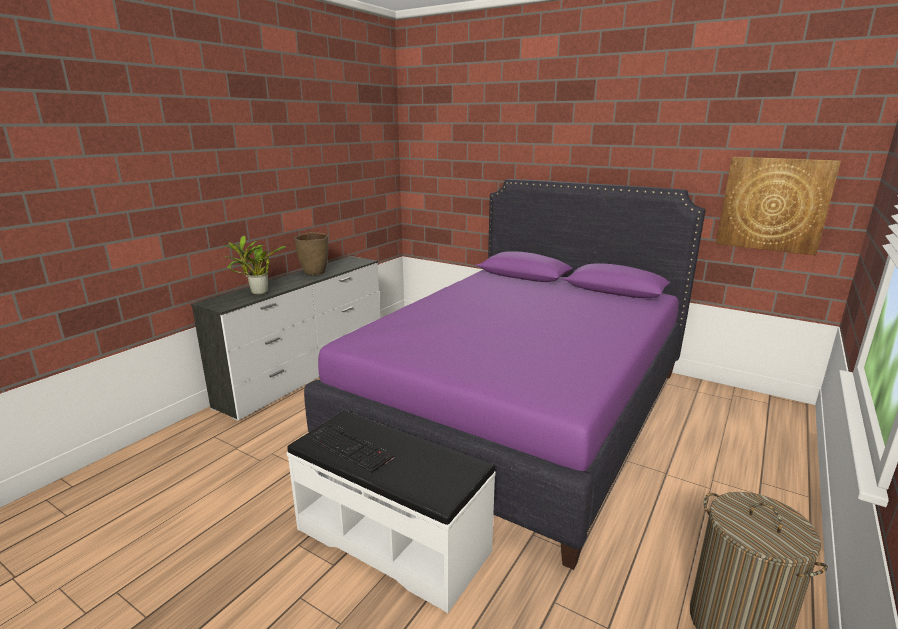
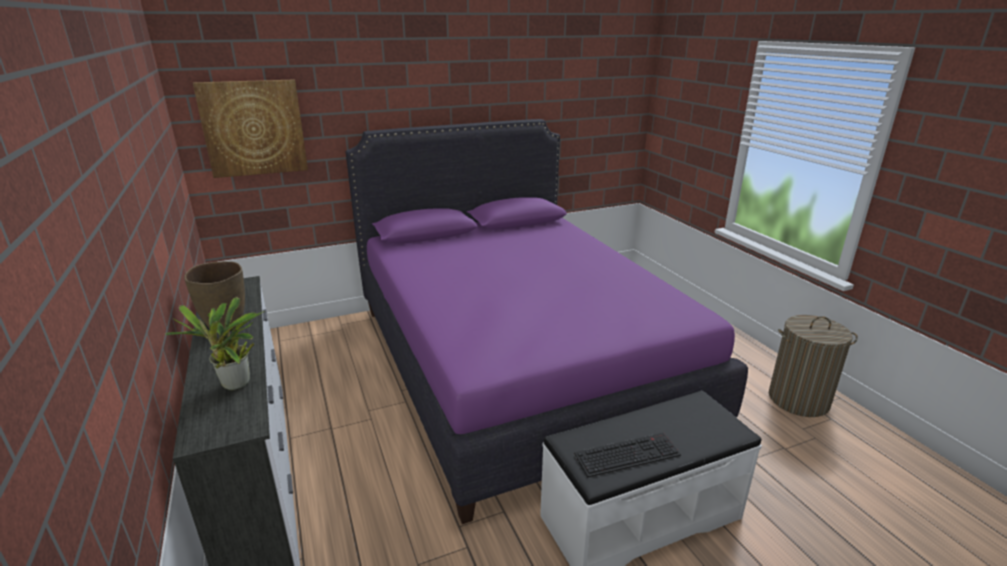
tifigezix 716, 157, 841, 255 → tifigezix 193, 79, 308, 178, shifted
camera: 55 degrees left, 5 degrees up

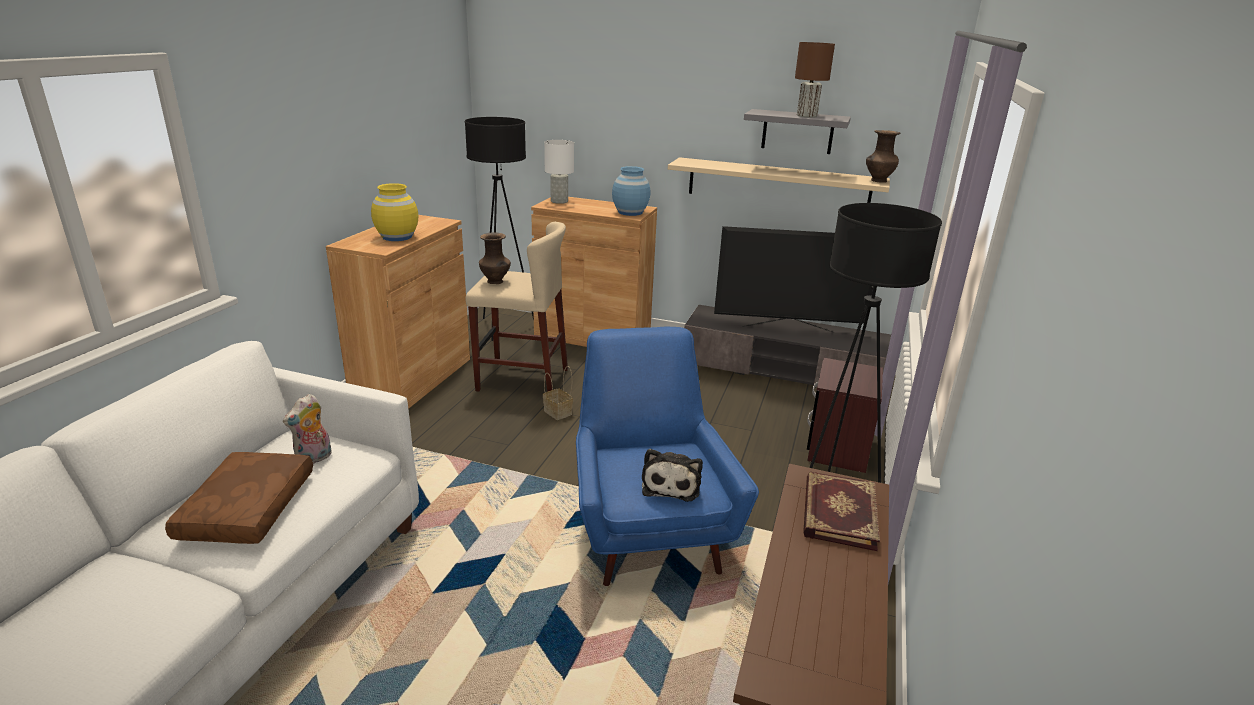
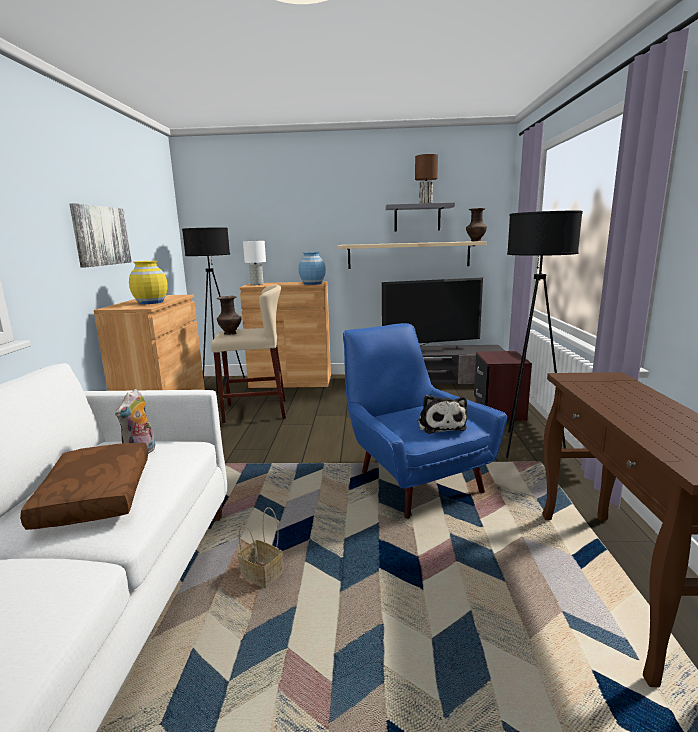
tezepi 543, 366, 573, 420 → tezepi 238, 507, 283, 588, shifted
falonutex 803, 472, 880, 551 → -
- → tifigezix 69, 203, 132, 268
camera: 15 degrees left, 10 degrees down

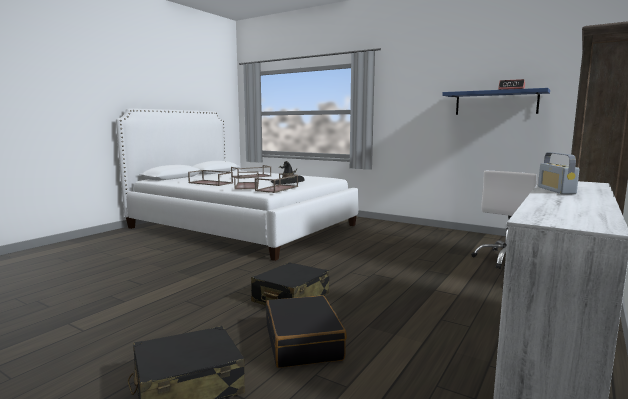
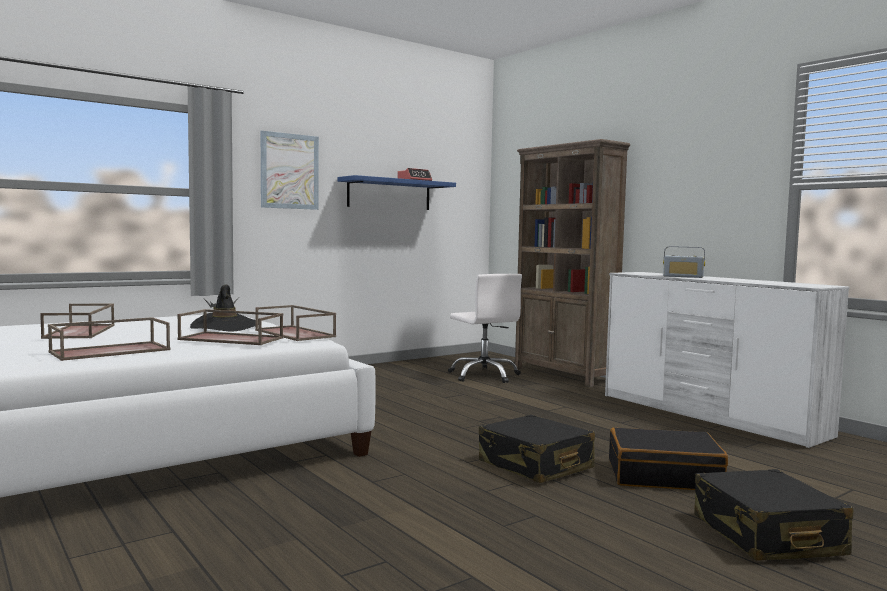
- → tifigezix 261, 131, 319, 210
camera: 70 degrees left, 5 degrees down

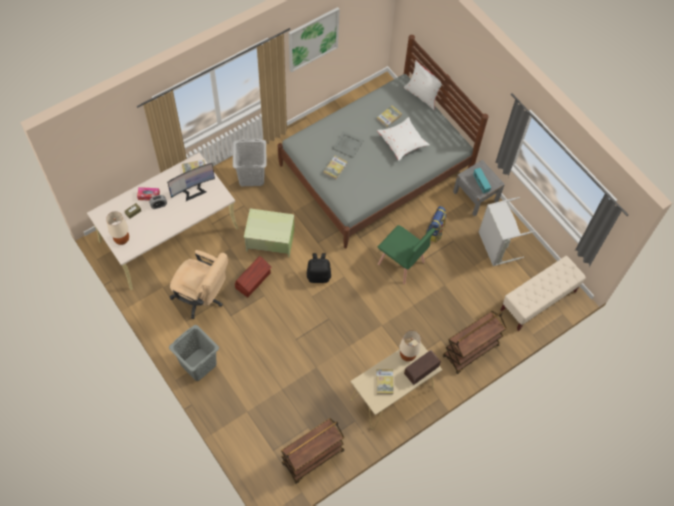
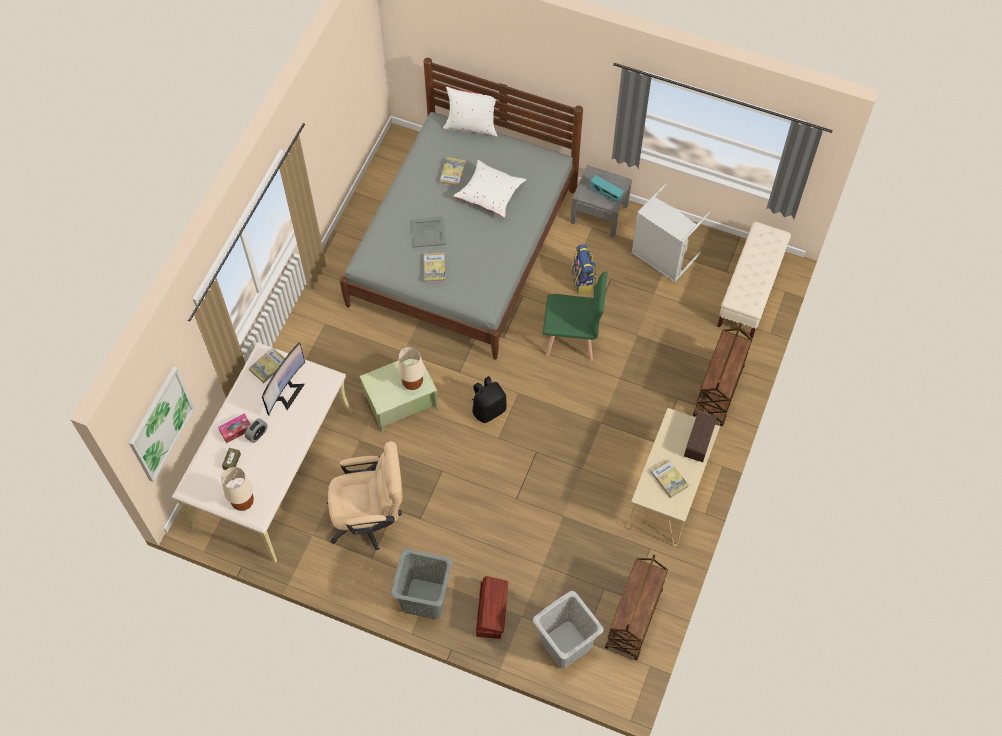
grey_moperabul 233, 139, 267, 186 → grey_moperabul 533, 591, 604, 668, shifted
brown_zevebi 235, 256, 272, 297 → brown_zevebi 476, 576, 508, 639, shifted
tifigezix 289, 7, 340, 73 → tifigezix 129, 366, 195, 482, shifted
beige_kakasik 400, 330, 421, 362 → beige_kakasik 398, 346, 425, 390, shifted
camera: 30 degrees left, 0 degrees up

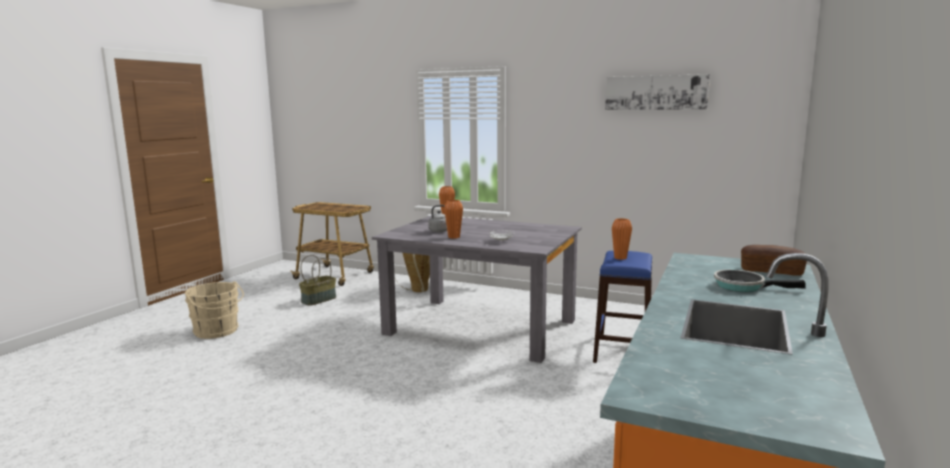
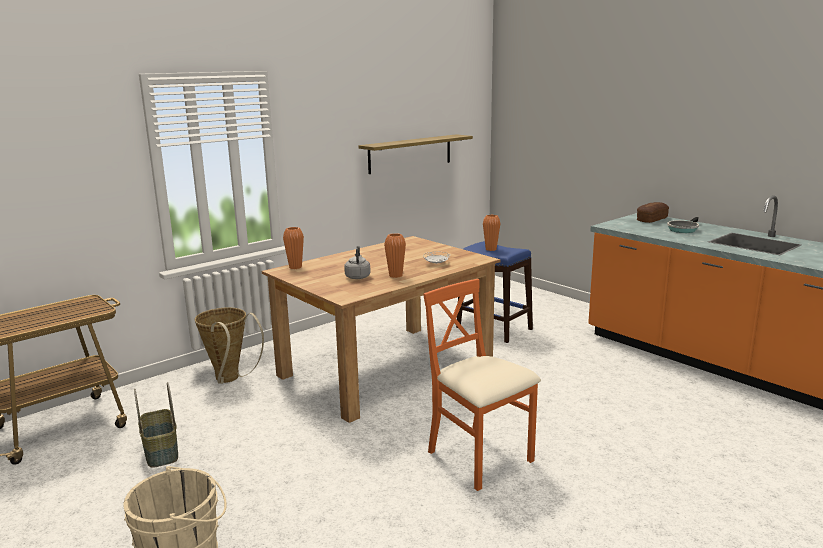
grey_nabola 372, 215, 582, 363 → brown_nabola 262, 236, 501, 423
tifigezix 605, 74, 710, 110 → -
- → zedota 359, 134, 473, 174
- → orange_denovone 423, 279, 541, 491
camera: 65 degrees left, 5 degrees up

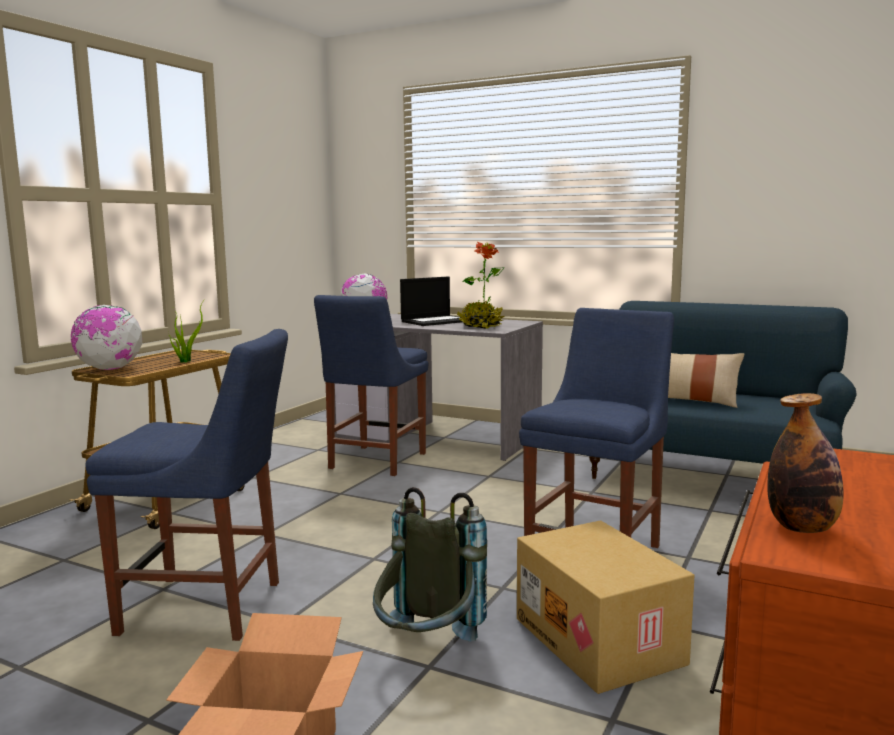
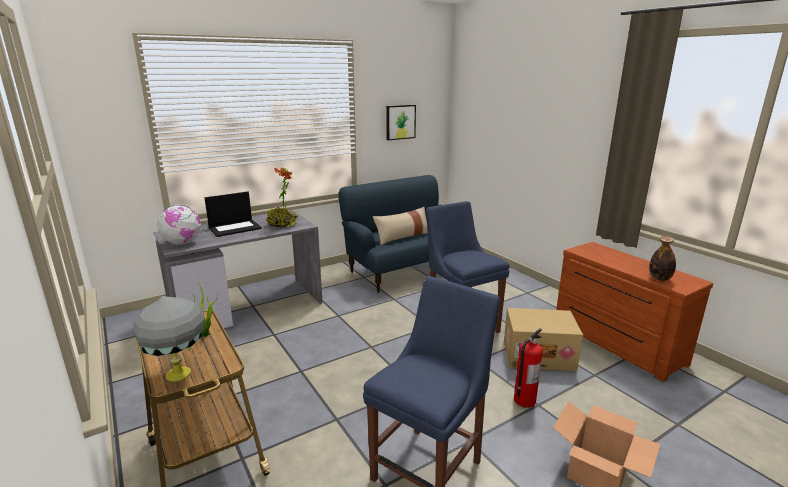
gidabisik 70, 305, 142, 370 → grey_kakasik 133, 296, 204, 382
blue_denovone 314, 295, 428, 476 → -
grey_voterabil 373, 487, 487, 642 → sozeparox 514, 328, 543, 408
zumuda 400, 277, 462, 326 → zumuda 205, 191, 262, 237, 60 degrees clockwise
- → tifigezix 386, 105, 416, 140
camera: 60 degrees left, 10 degrees up

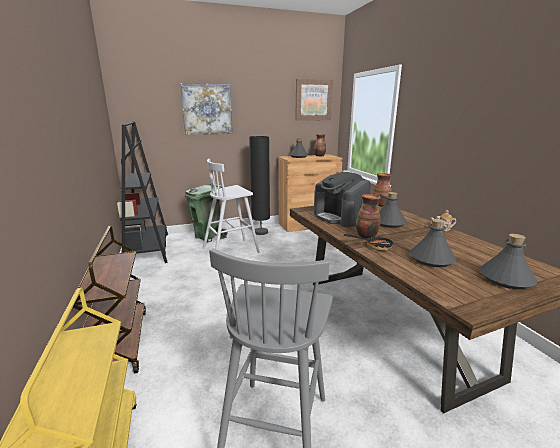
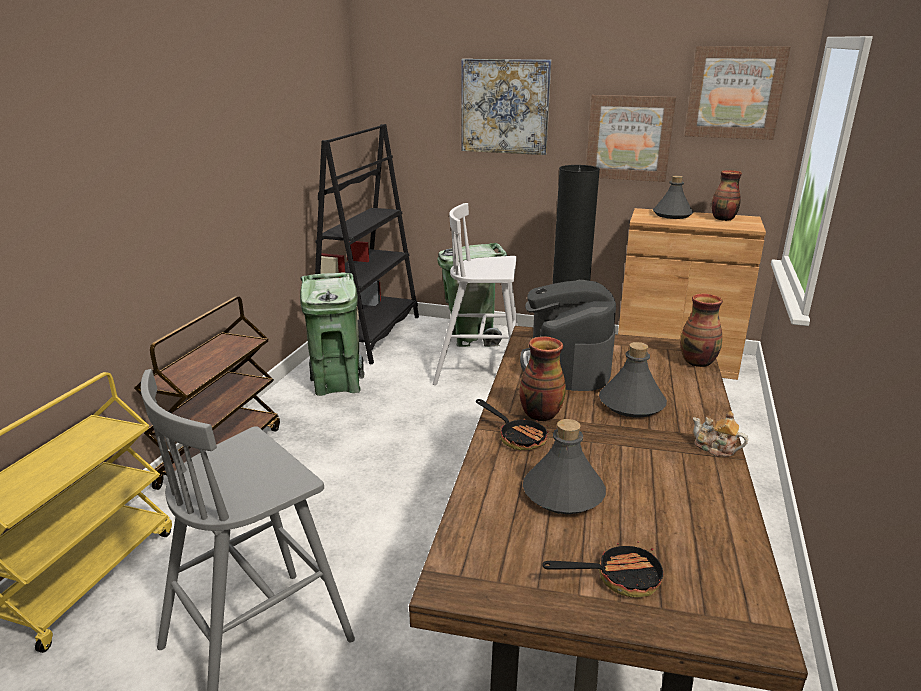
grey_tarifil 479, 234, 537, 289 → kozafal 542, 541, 663, 597
- → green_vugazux 300, 272, 365, 396
- → tifigezix 586, 95, 676, 182
camera: 35 degrees right, 5 degrees up

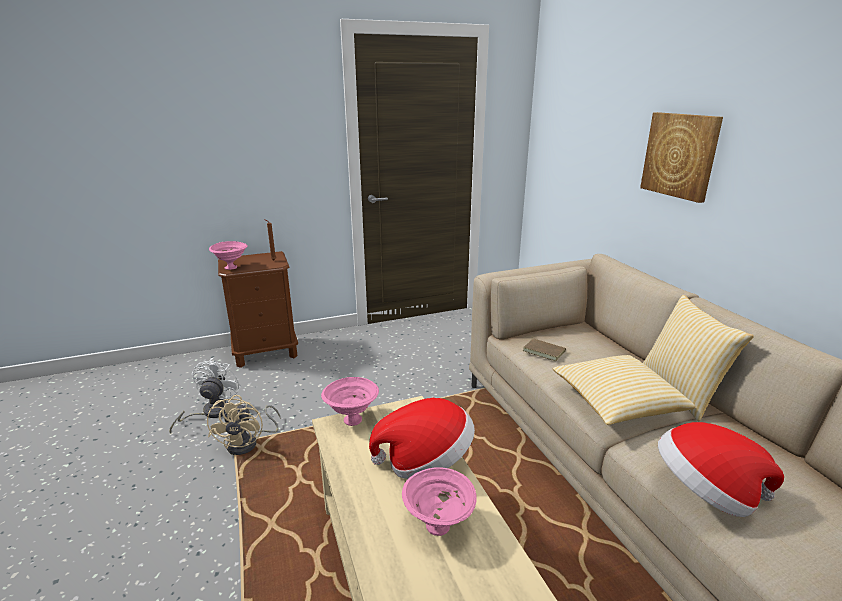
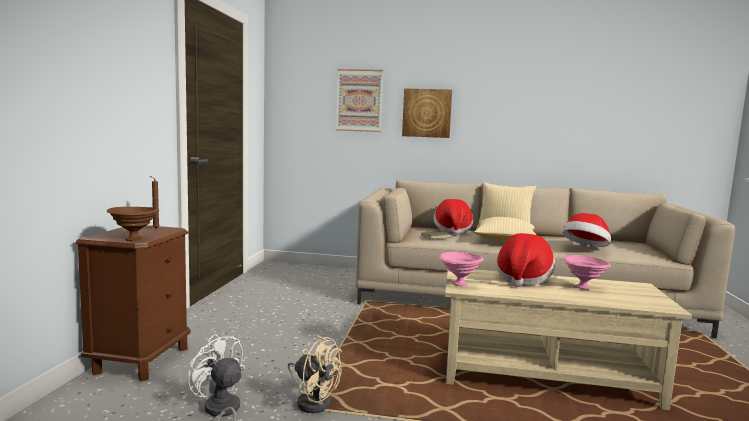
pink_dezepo 209, 241, 248, 270 → brown_dezepo 107, 207, 159, 241
- → tifigezix 336, 69, 383, 132
- → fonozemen 434, 199, 473, 235
camera: 60 degrees left, 15 degrees down

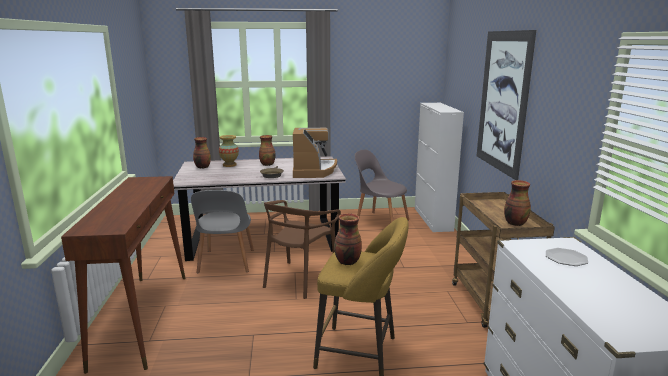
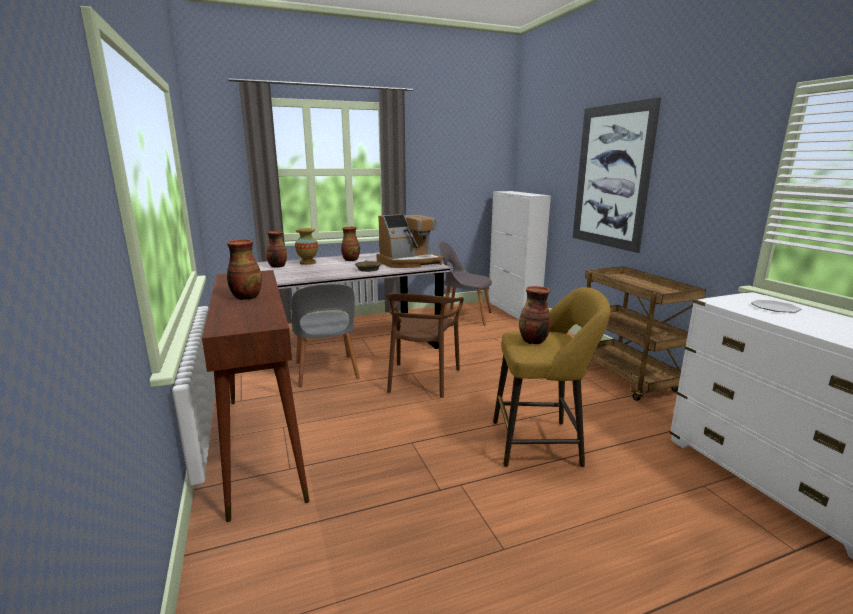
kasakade 293, 128, 337, 178 → kasakade 377, 214, 443, 268, 75 degrees clockwise
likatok 504, 180, 531, 226 → likatok 227, 239, 262, 300, shifted
camera: 15 degrees left, 0 degrees up

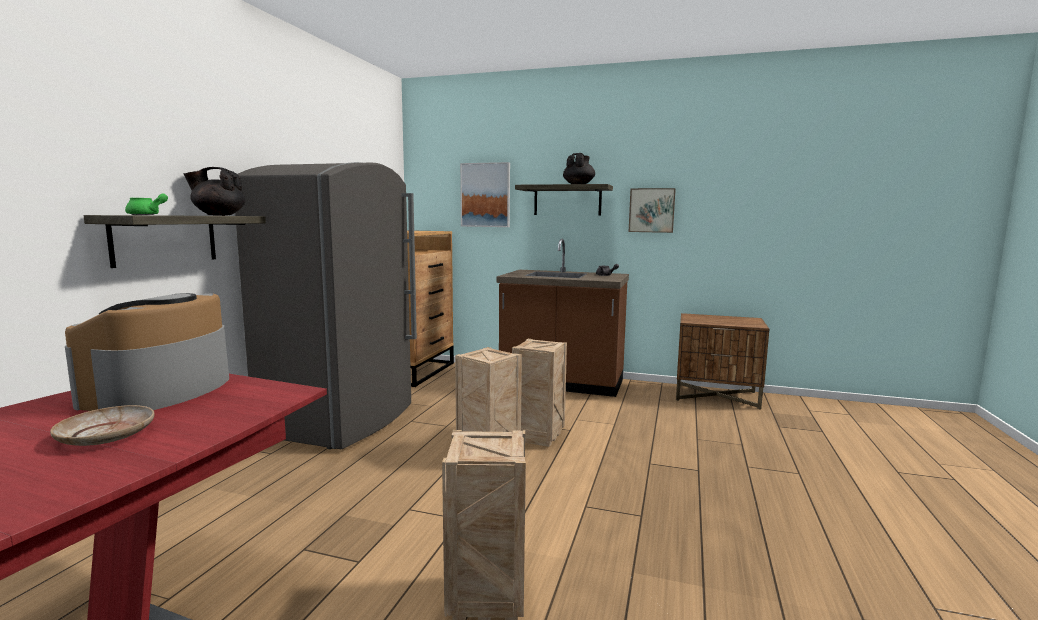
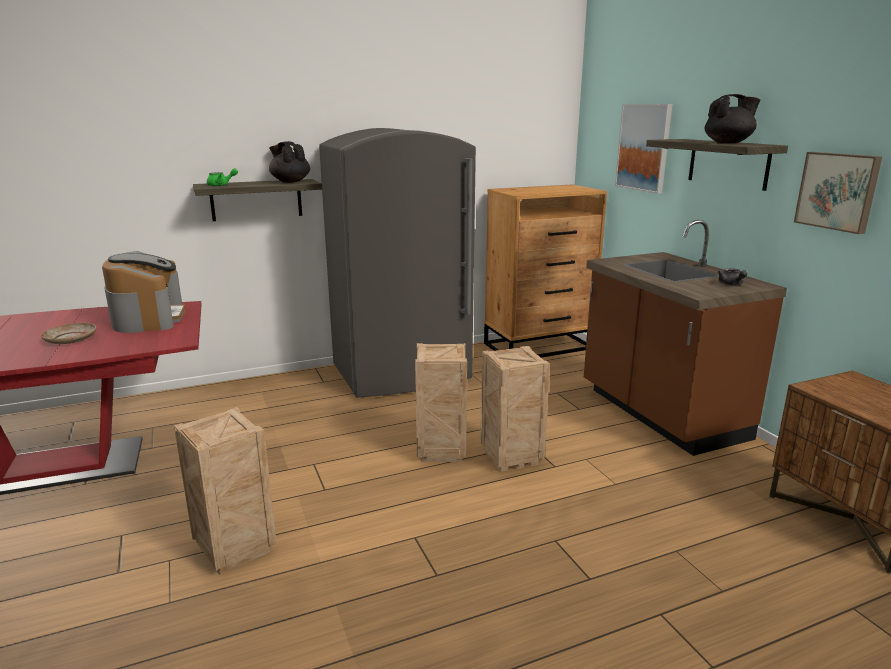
kasakade 65, 293, 229, 411 → kasakade 102, 251, 185, 333, 105 degrees clockwise
camera: 50 degrees right, 10 degrees up

